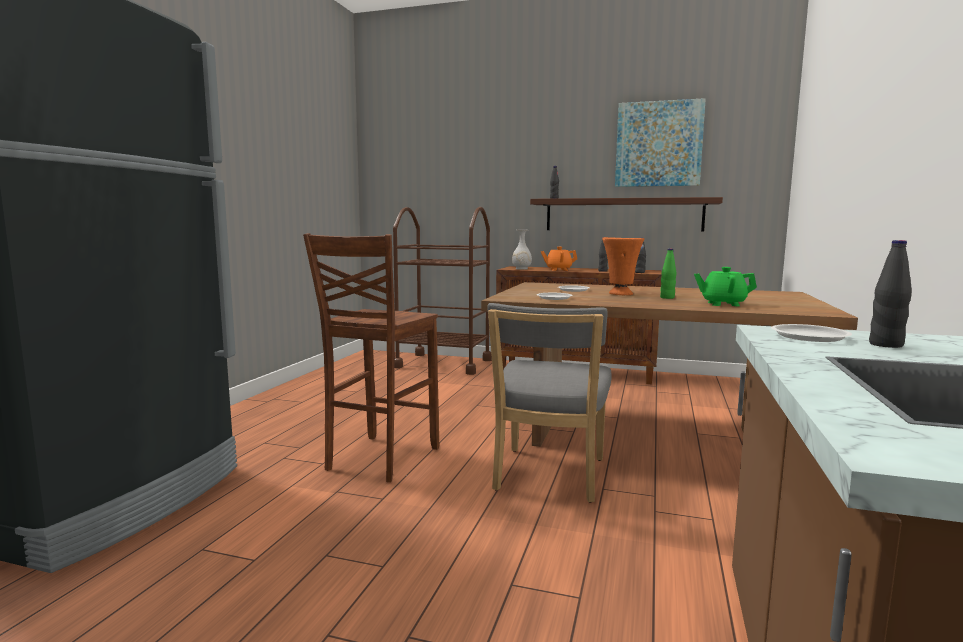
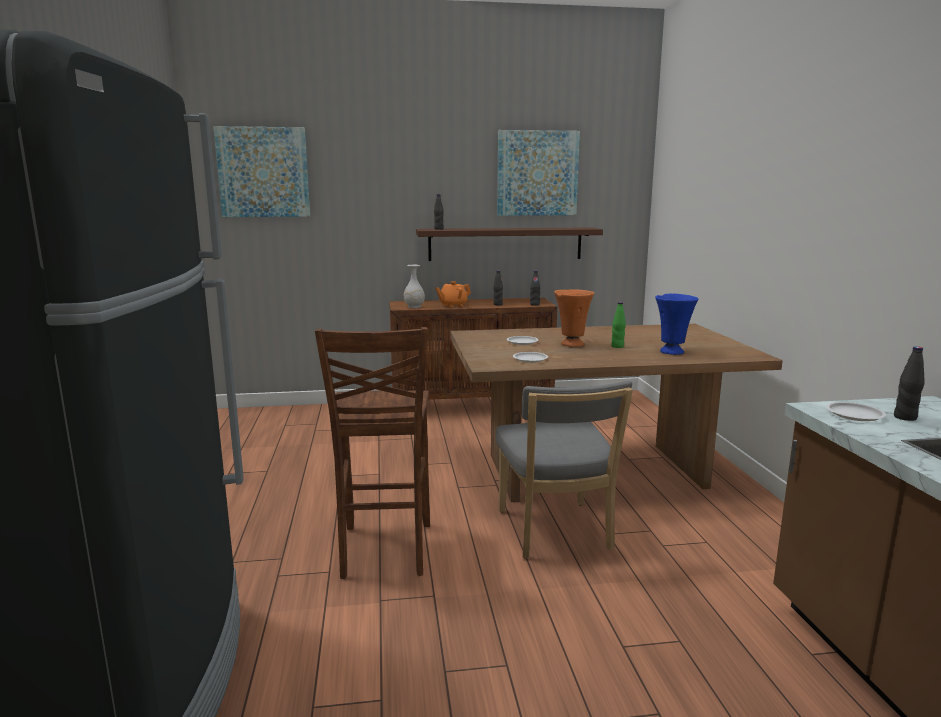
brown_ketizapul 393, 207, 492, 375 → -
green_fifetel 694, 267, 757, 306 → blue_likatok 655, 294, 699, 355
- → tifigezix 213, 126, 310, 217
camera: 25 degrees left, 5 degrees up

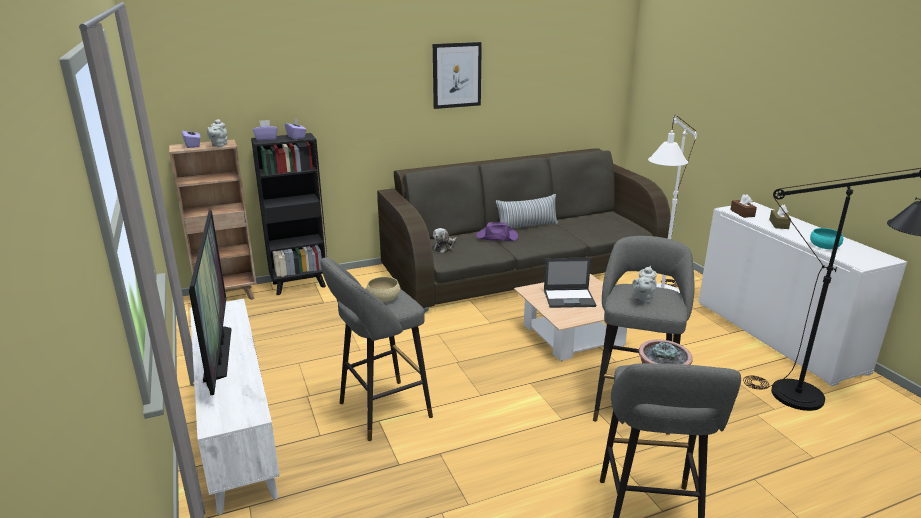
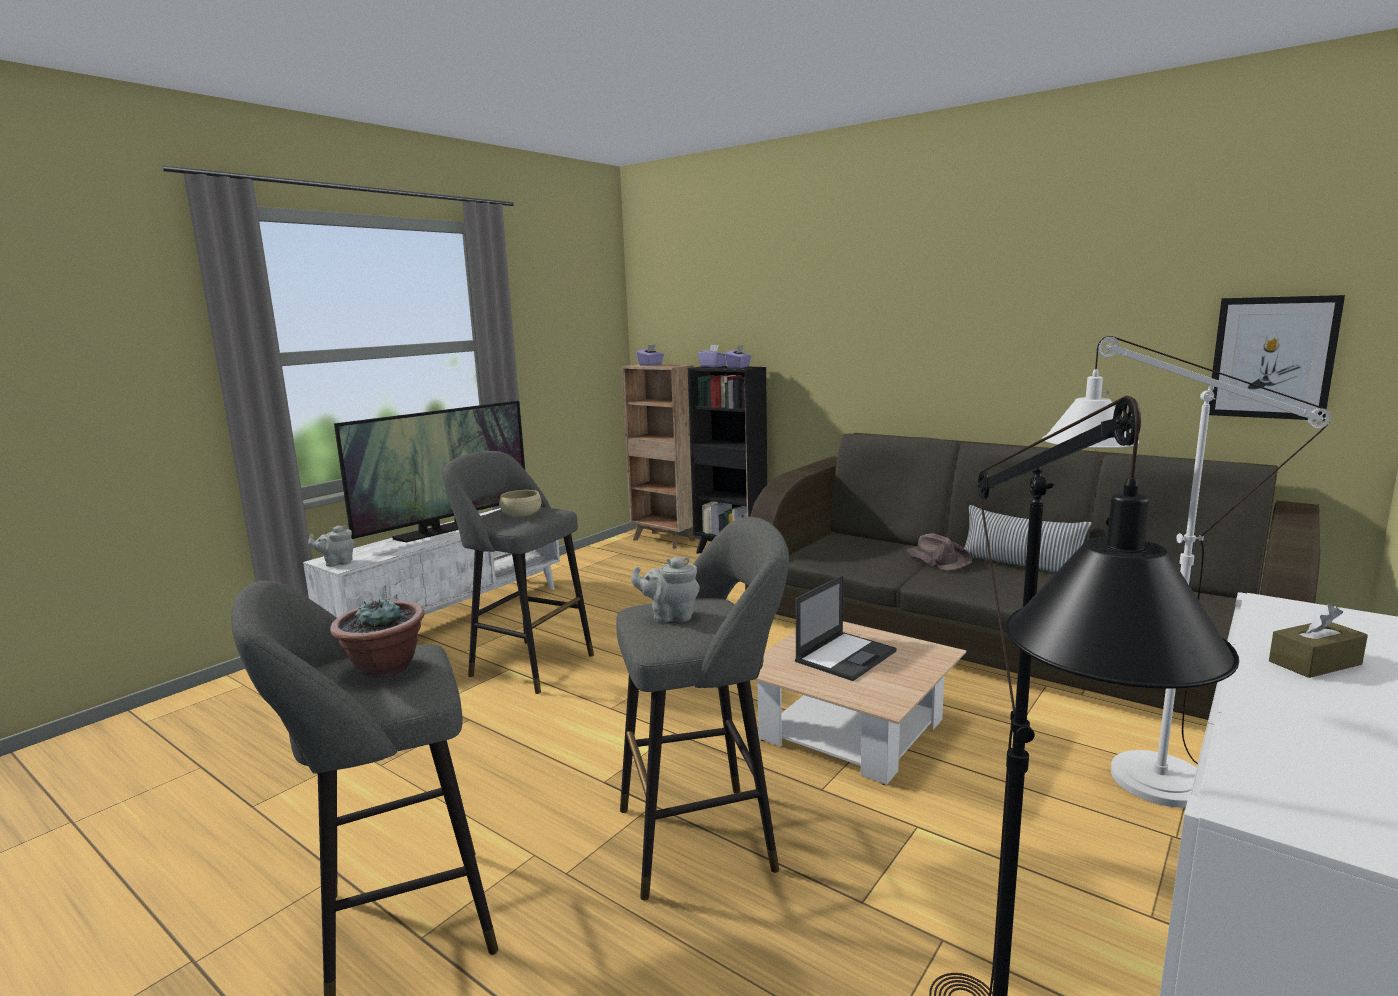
grey_fifetel 207, 119, 228, 147 → grey_fifetel 308, 525, 355, 567, shifted
tifigezix 433, 42, 482, 109 → tifigezix 1209, 295, 1345, 421, shifted
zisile 433, 228, 457, 253 → -
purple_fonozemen 476, 222, 518, 241 → brown_fonozemen 902, 533, 972, 571
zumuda 544, 258, 596, 308 → zumuda 795, 575, 897, 681, 105 degrees counterclockwise
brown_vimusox 730, 194, 757, 218 → -
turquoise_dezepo 810, 228, 843, 249 → -
camera: 60 degrees right, 10 degrees down

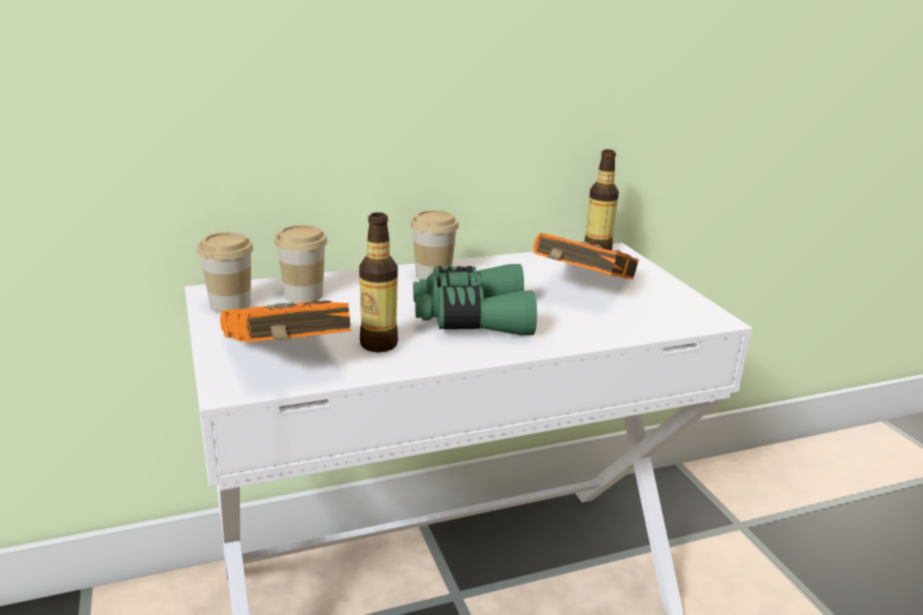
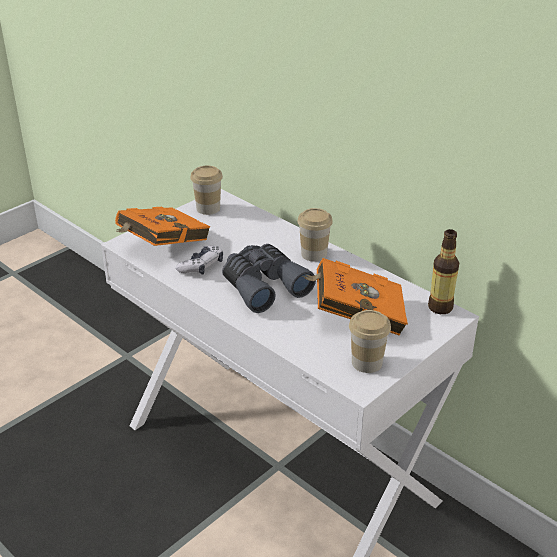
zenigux 274, 225, 327, 303 → zenigux 349, 310, 391, 373, shifted
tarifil 359, 212, 398, 352 → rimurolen 176, 246, 223, 275
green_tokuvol 413, 264, 537, 335 → grey_tokuvol 222, 244, 316, 313
camera: 65 degrees right, 10 degrees up

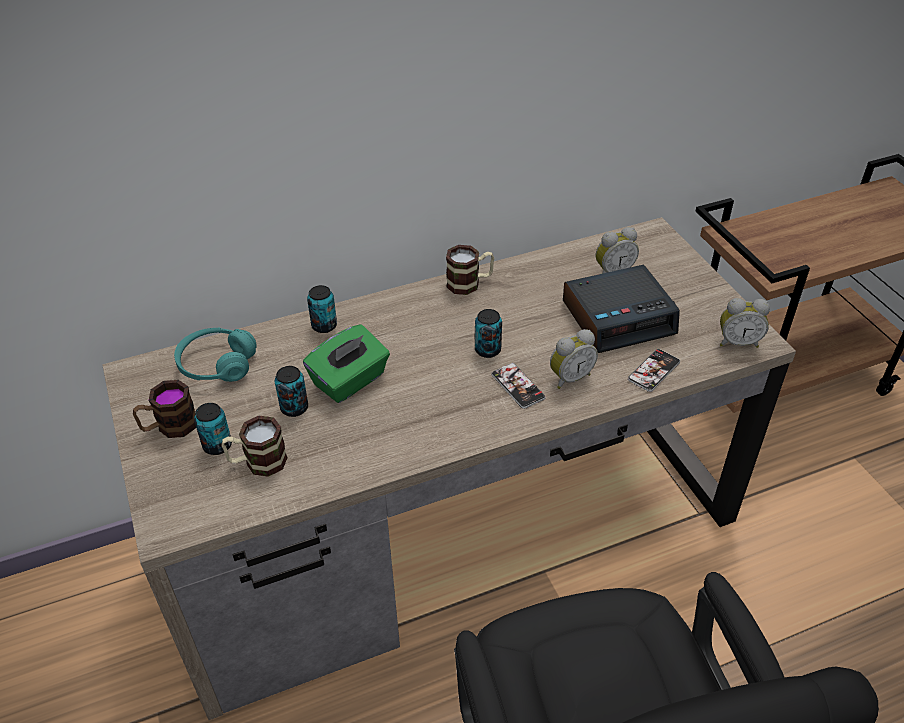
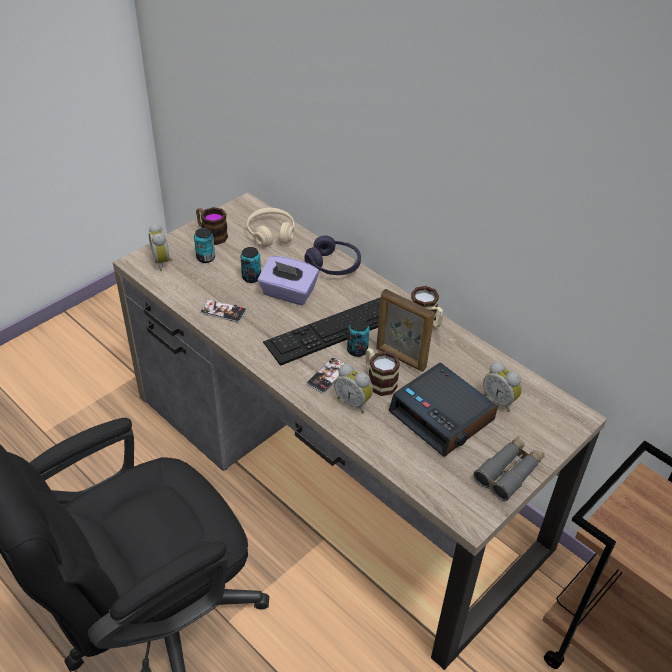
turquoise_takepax 174, 327, 257, 382 → beige_takepax 247, 208, 295, 247
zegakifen 221, 416, 288, 477 → zegakifen 366, 348, 400, 396, shifted
green_vimusox 303, 324, 390, 403 → purple_vimusox 258, 256, 319, 305
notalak 307, 285, 337, 333 → purple_takepax 304, 235, 361, 275
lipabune 628, 349, 680, 392 → lipabune 200, 299, 246, 322, shifted
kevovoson 720, 298, 770, 348 → kevovoson 149, 223, 172, 271, shifted
- → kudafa 263, 297, 381, 366
- → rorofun 376, 289, 435, 372
- → grey_tokuvol 474, 436, 544, 501
camera: 65 degrees right, 0 degrees up

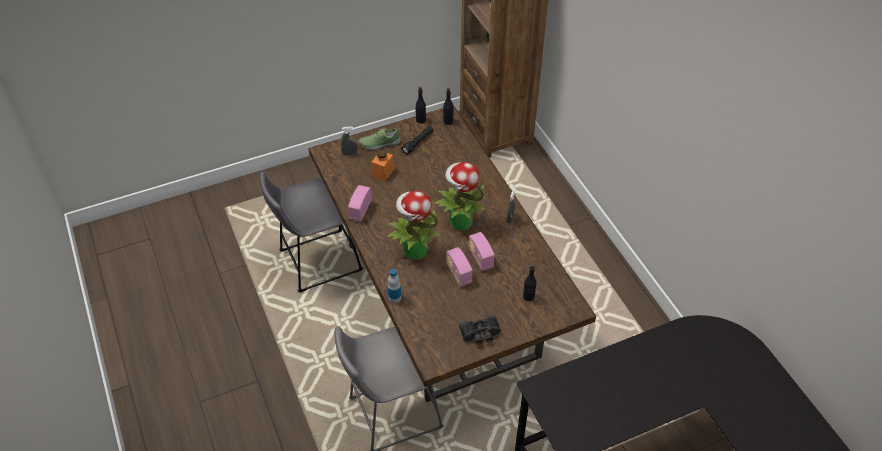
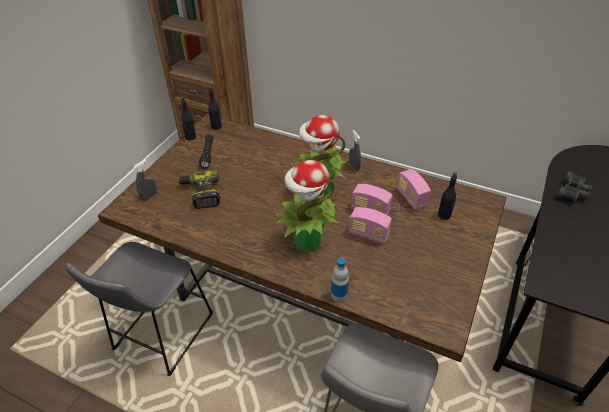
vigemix 348, 185, 372, 222 → vigemix 397, 169, 431, 210, shifted
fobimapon 359, 128, 401, 150 → -
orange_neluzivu 371, 150, 395, 181 → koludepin 177, 171, 220, 209
black_tokuvol 459, 315, 501, 345 → black_tokuvol 557, 172, 593, 203, shifted
camera: 40 degrees left, 5 degrees down

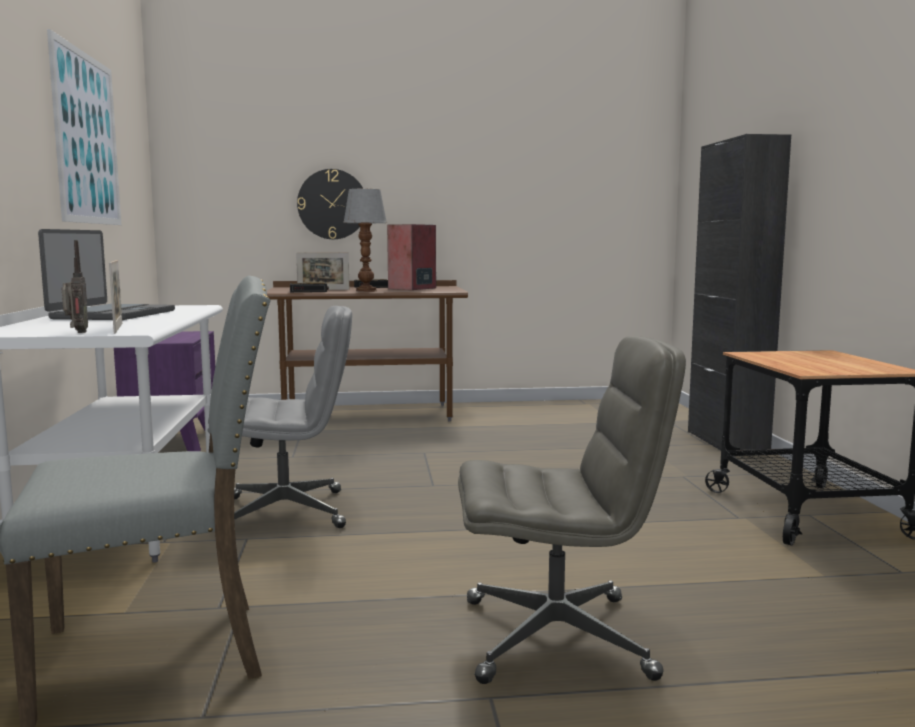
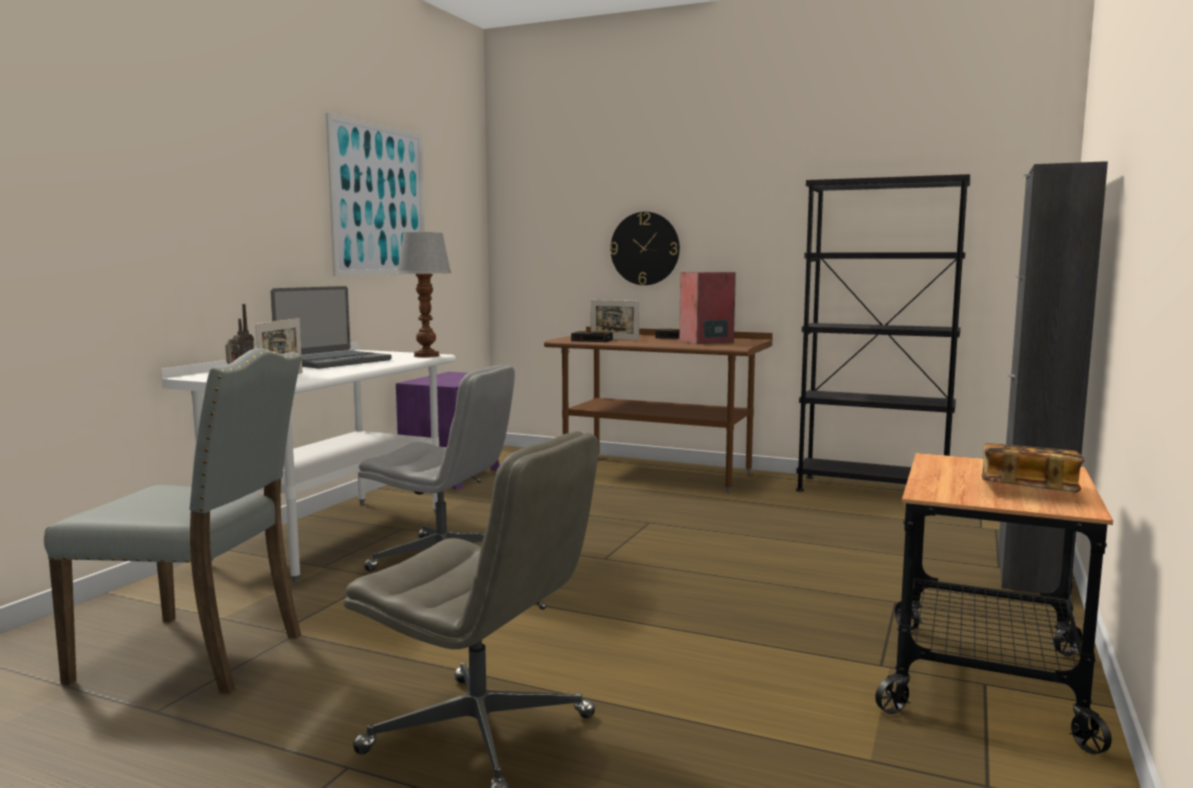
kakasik 343, 189, 387, 292 → kakasik 397, 232, 451, 358, shifted
- → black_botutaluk 796, 174, 970, 492
- → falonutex 981, 443, 1085, 492
camera: 30 degrees right, 0 degrees up

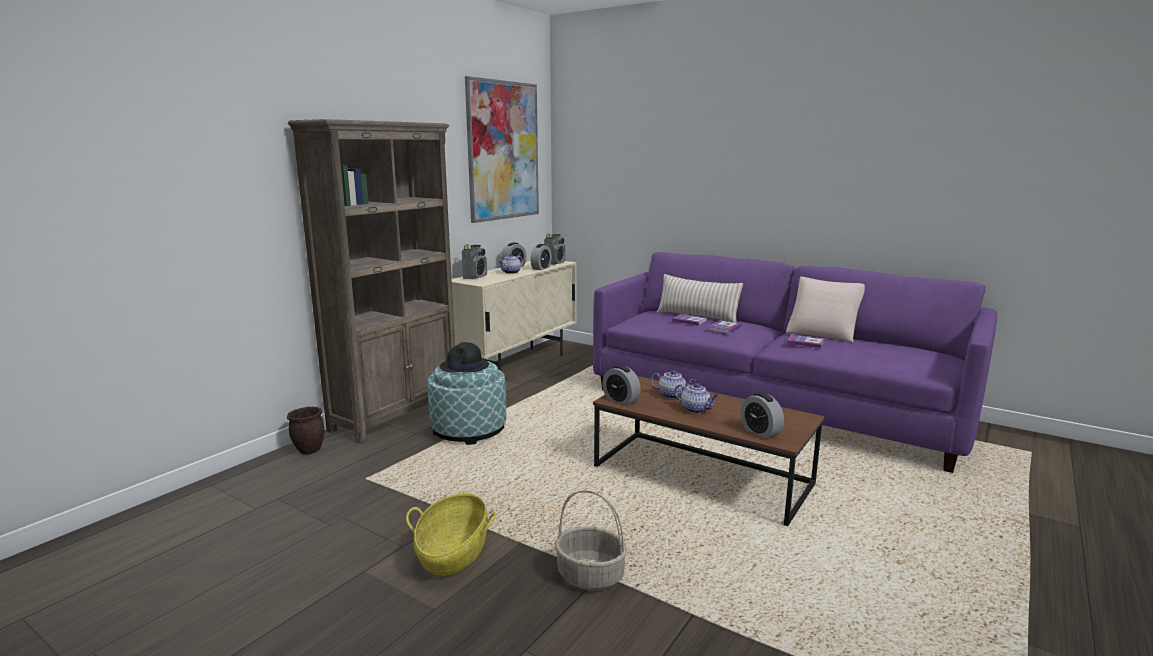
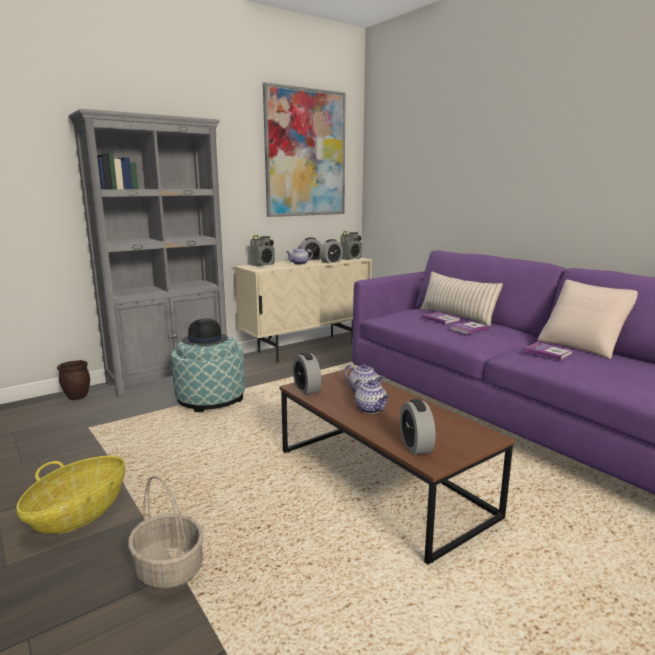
brown_botutaluk 288, 119, 455, 444 → grey_botutaluk 68, 109, 227, 398
camera: 20 degrees right, 0 degrees up

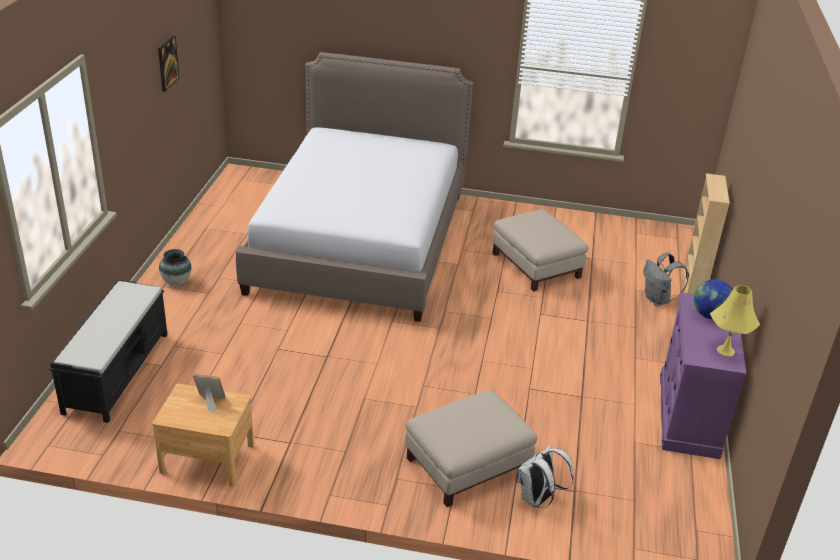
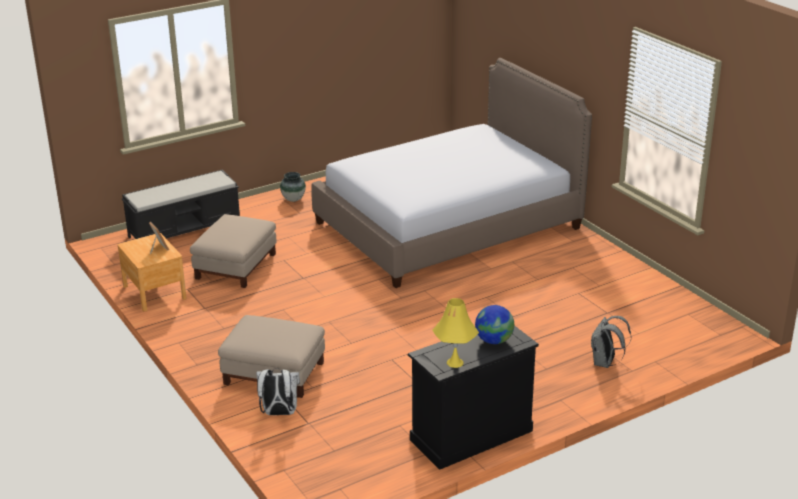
tifigezix 158, 35, 179, 92 → -
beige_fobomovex 492, 209, 588, 292 → beige_fobomovex 190, 214, 276, 288, shifted
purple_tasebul 660, 292, 747, 459 → black_tasebul 408, 325, 539, 470
beige_botutaluk 684, 173, 730, 294 → -
camera: 50 degrees right, 5 degrees down

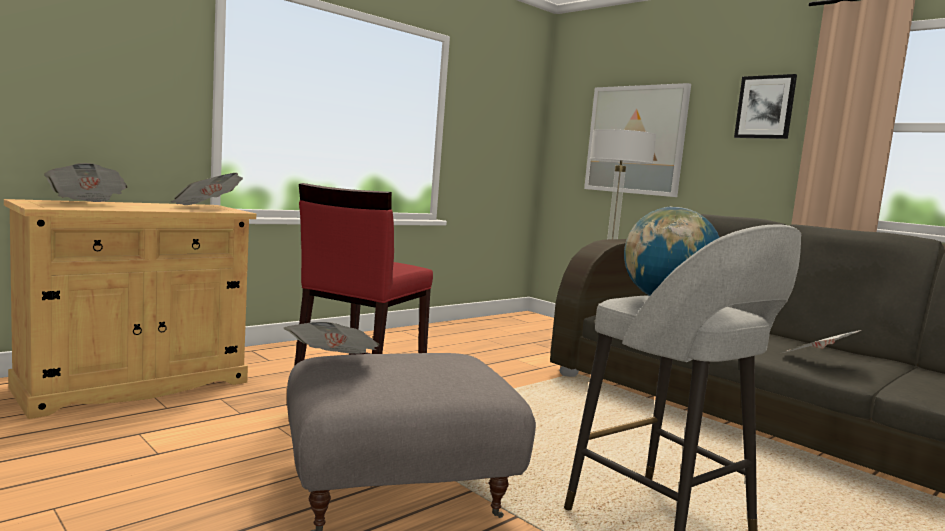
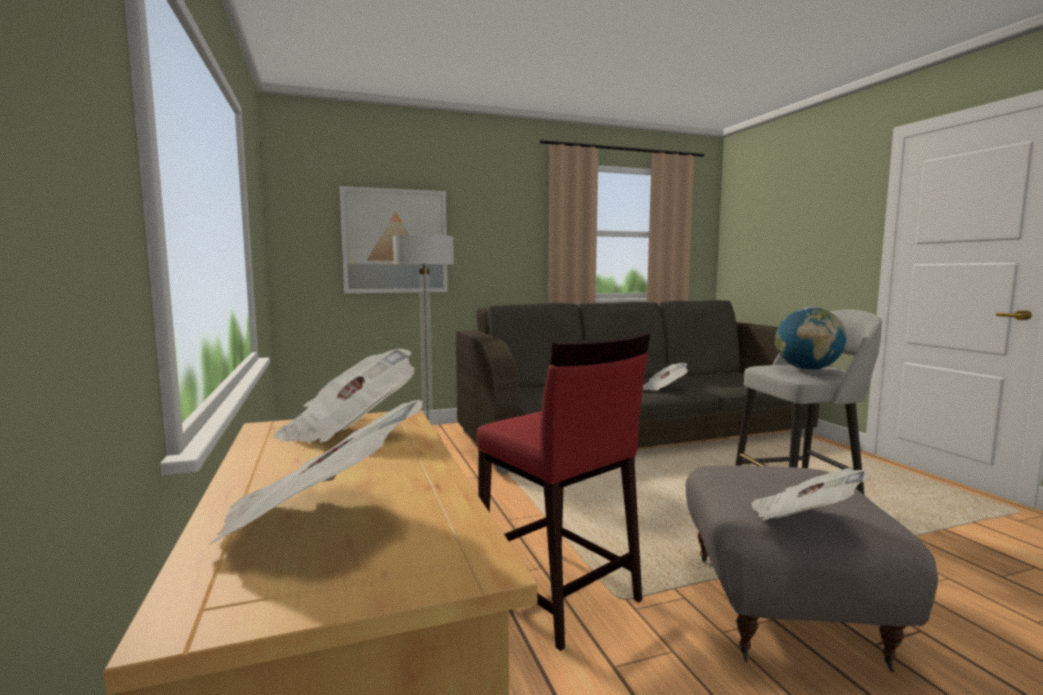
tifigezix 734, 74, 797, 139 → -
camera: 65 degrees left, 0 degrees up

